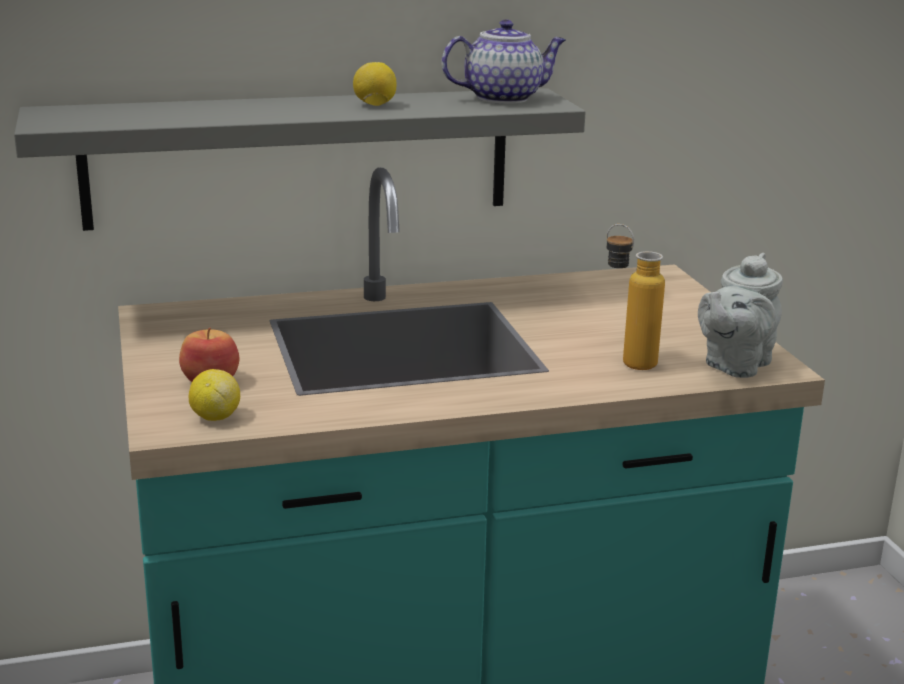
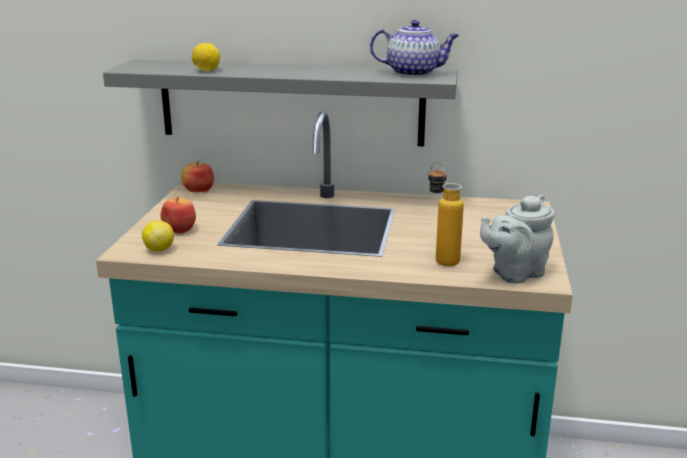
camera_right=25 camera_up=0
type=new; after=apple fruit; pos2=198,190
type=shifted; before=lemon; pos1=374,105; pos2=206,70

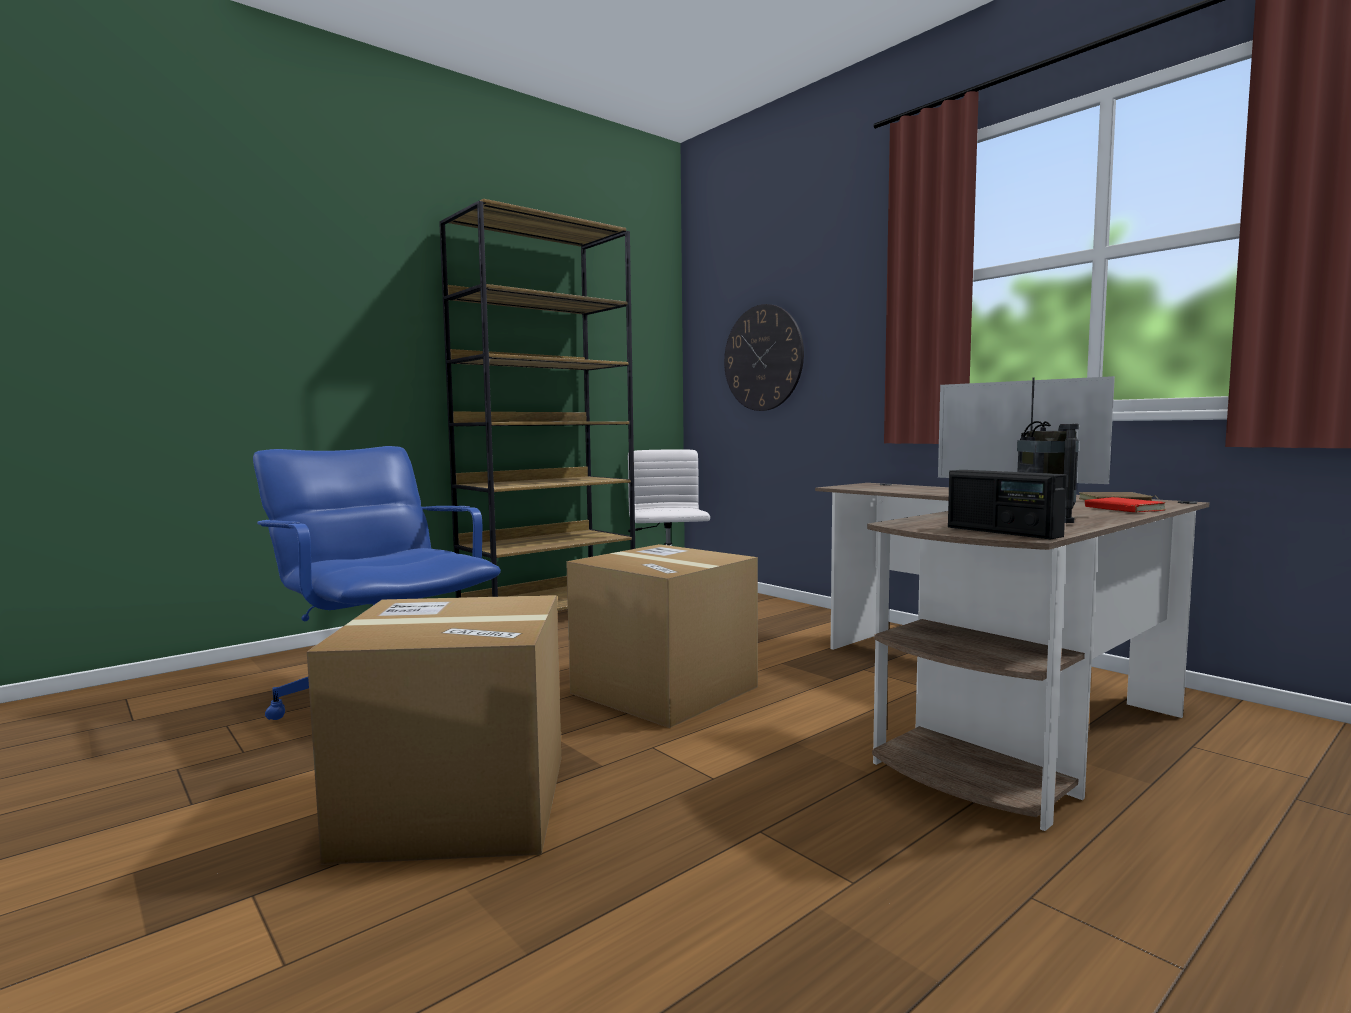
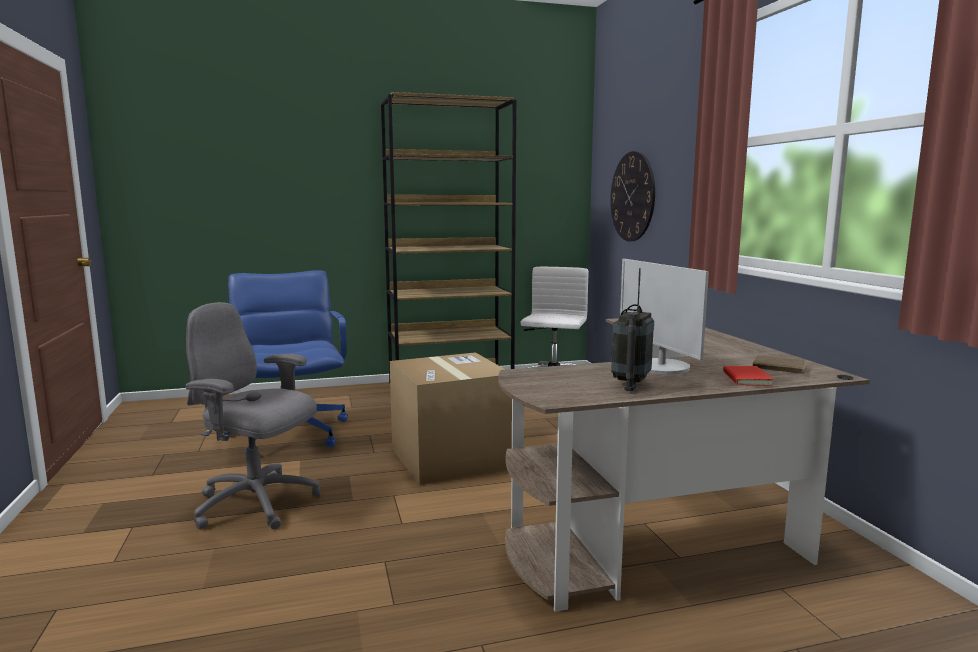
camera_right=25 camera_up=5
type=gone; before=radio receiver; pos1=1002,532
type=swapped; before=packing box; after=computer chair (gray); pos1=457,804; pos2=257,504

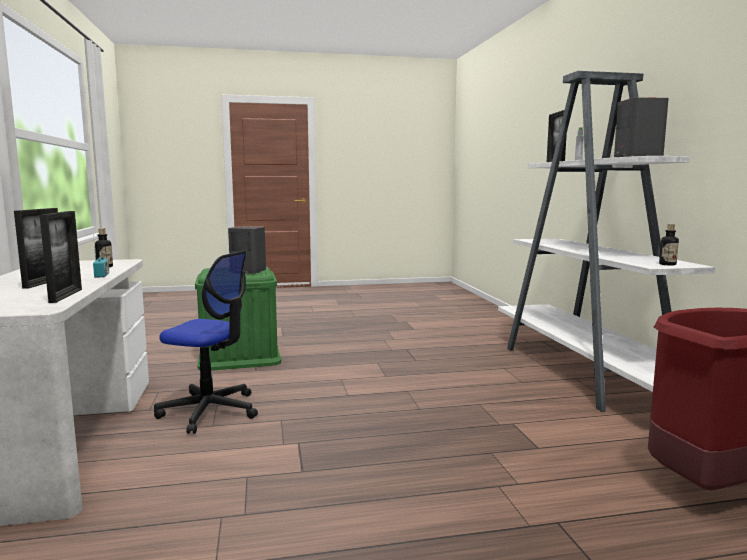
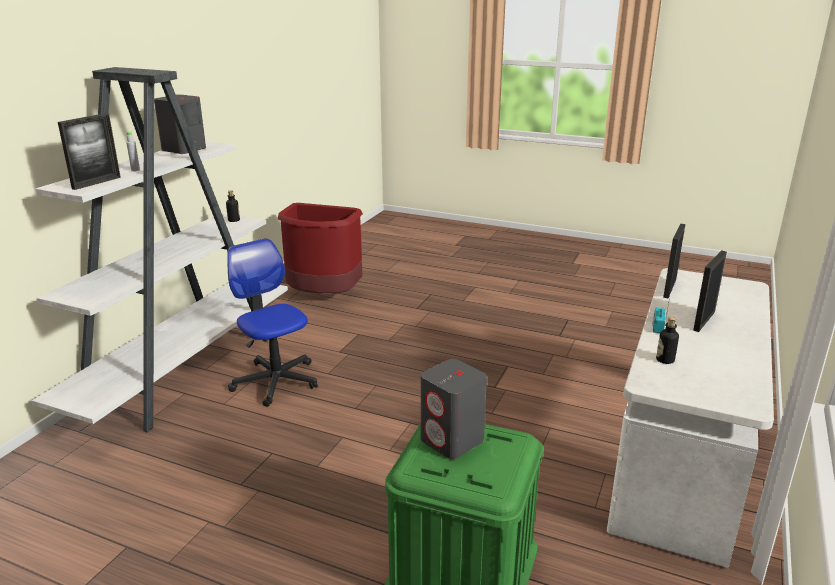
camera_right=-145 camera_up=15
type=shifted; before=computer chair; pos1=210,411; pos2=276,381

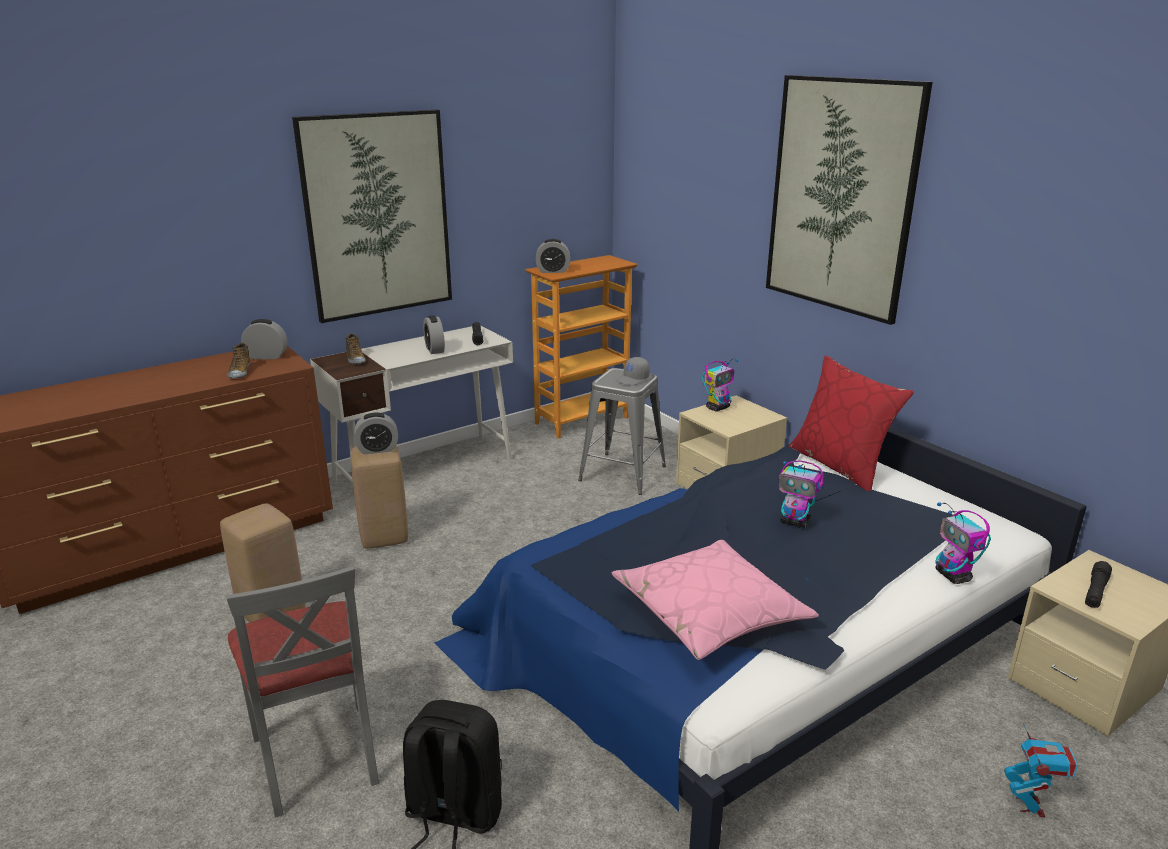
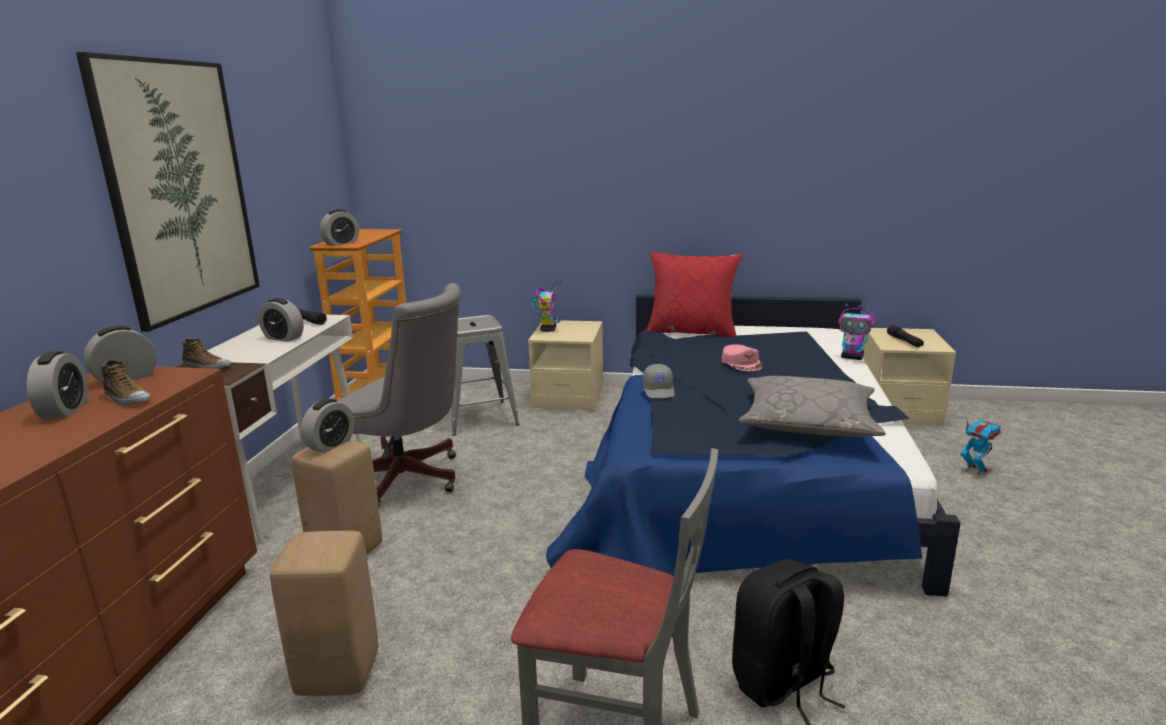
camera_right=-45 camera_up=-5
type=gone; before=picture; pos1=841,197
type=new; after=bedside clock; pos2=65,410
type=new; after=computer chair (gray); pos2=408,481
type=shifted; before=cap (gray); pos1=633,379; pos2=659,391
type=swapped; before=toy robot; after=cap (pinkish); pos1=795,522; pos2=742,363
type=repainted; before=throw pillow (pinkish); after=throw pillow (gray); pos1=710,612; pos2=808,422

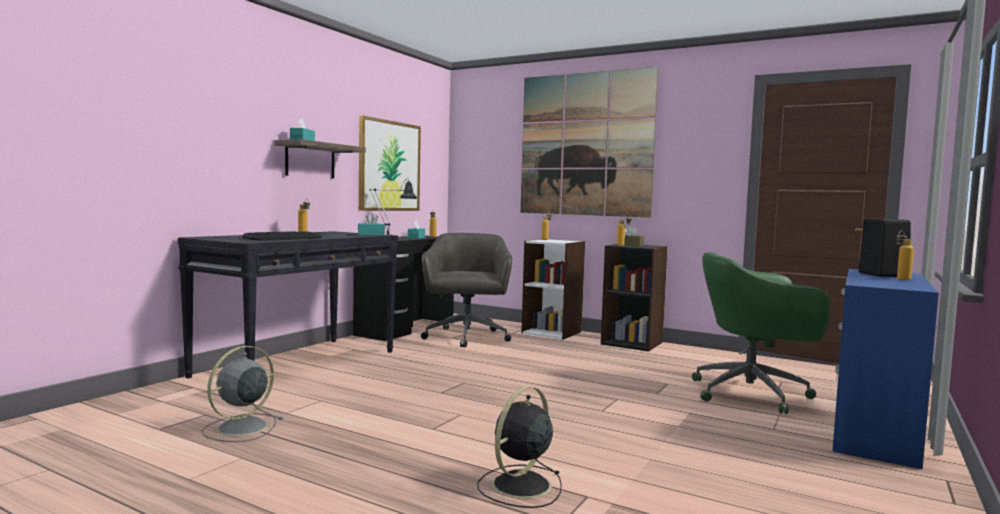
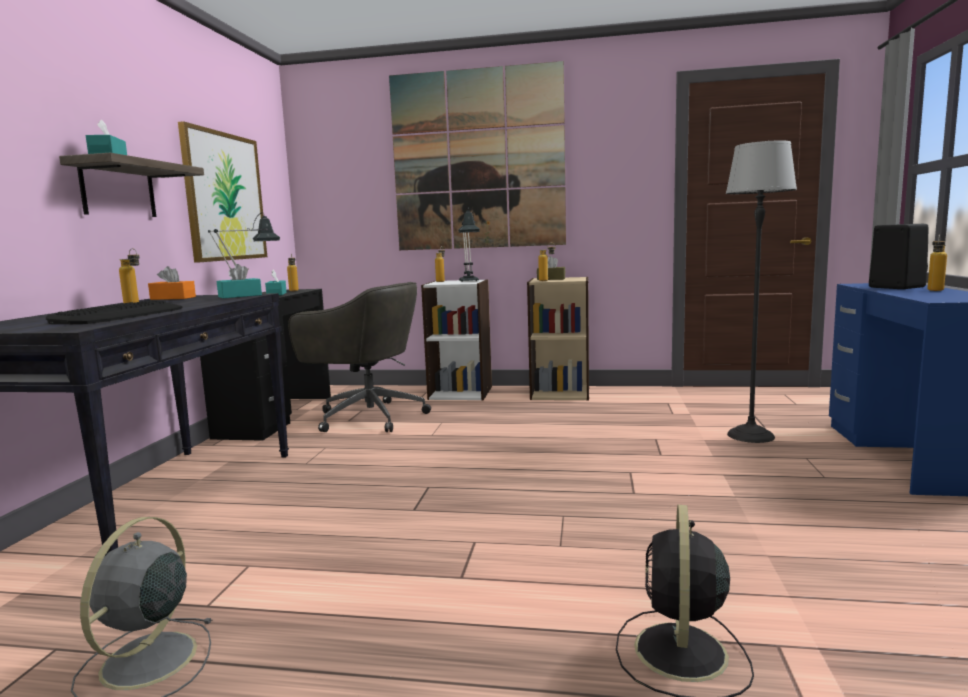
camera_right=-20 camera_up=5
type=new; after=box of tissues (orange); pos2=173,298
type=new; after=lamp for a table; pos2=469,281
type=swapped; before=computer chair (green); after=standing lamp; pos1=753,394; pos2=750,435
type=repainted; before=bookshelf (black); after=bookshelf (beige); pos1=632,343; pos2=560,392
type=rotated; before=computer chair (gray); pos1=466,338; pos2=367,417; turn=135

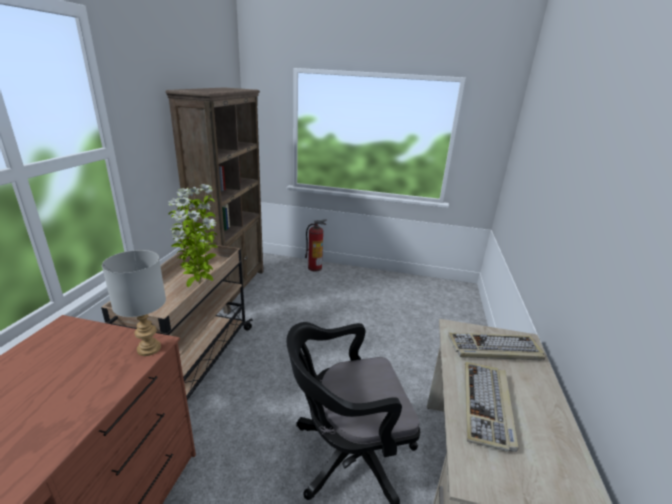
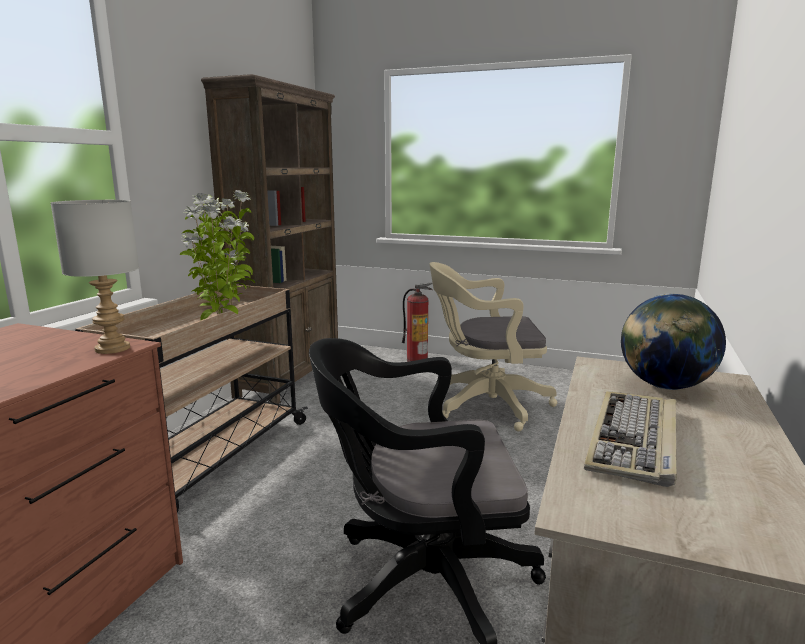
camera_right=10 camera_up=-10
type=new; after=computer chair (beige); pos2=485,405
type=swapped; before=computer keyboard; after=world globe; pos1=494,349; pos2=665,386

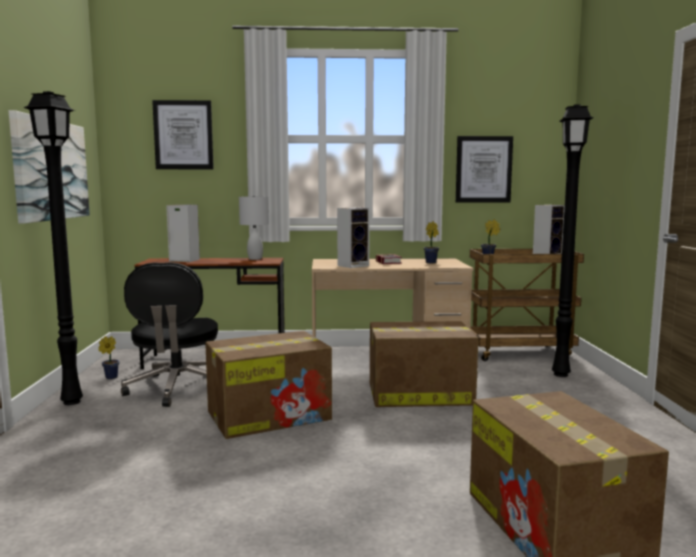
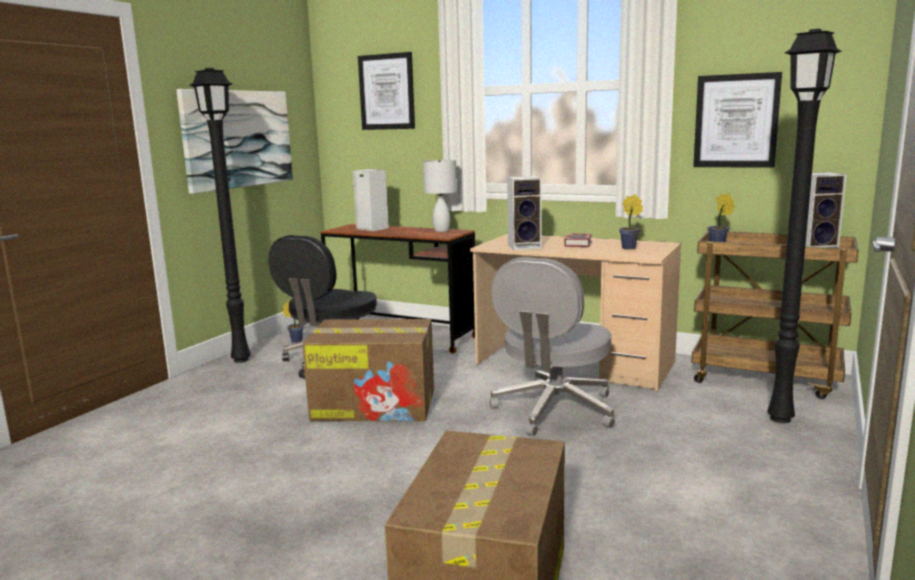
camera_right=30 camera_up=5
type=swapped; before=packing box; after=computer chair (gray); pos1=418,394; pos2=554,410

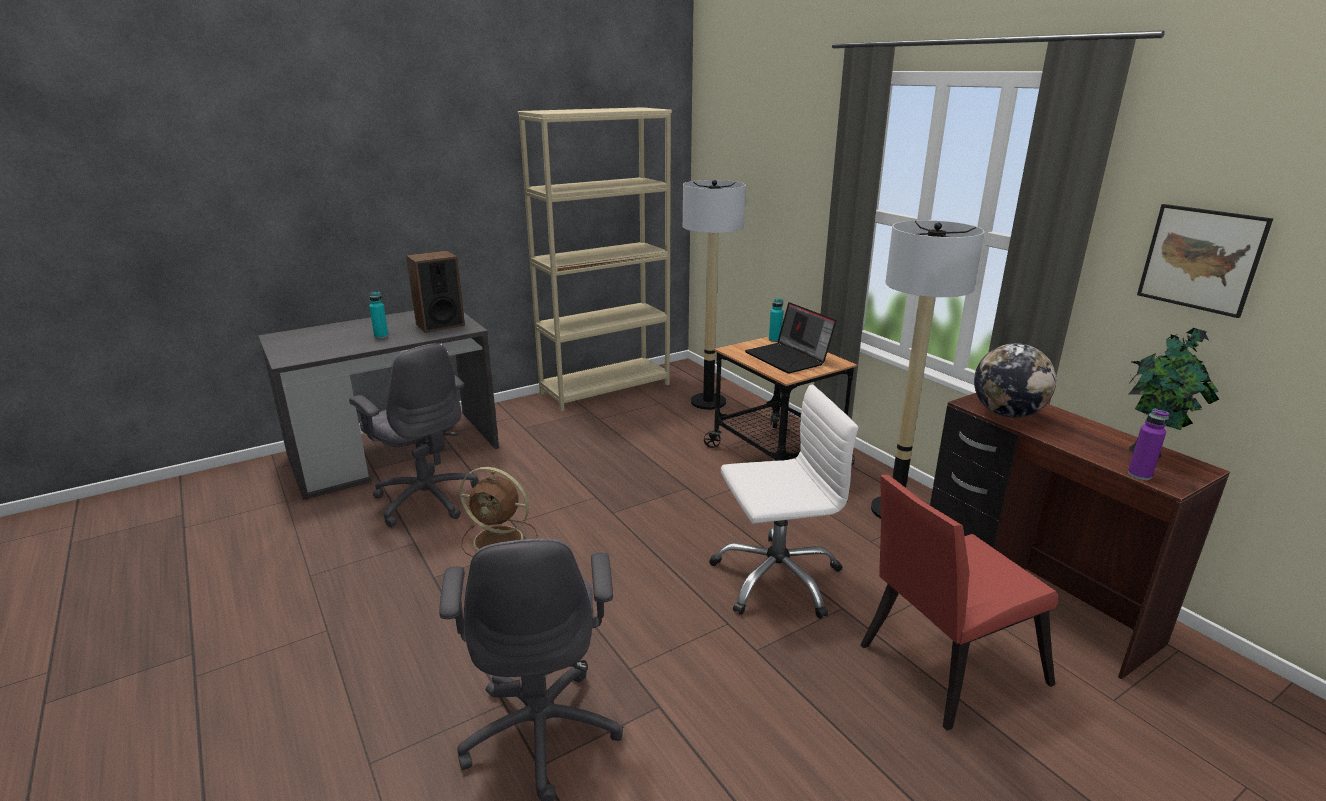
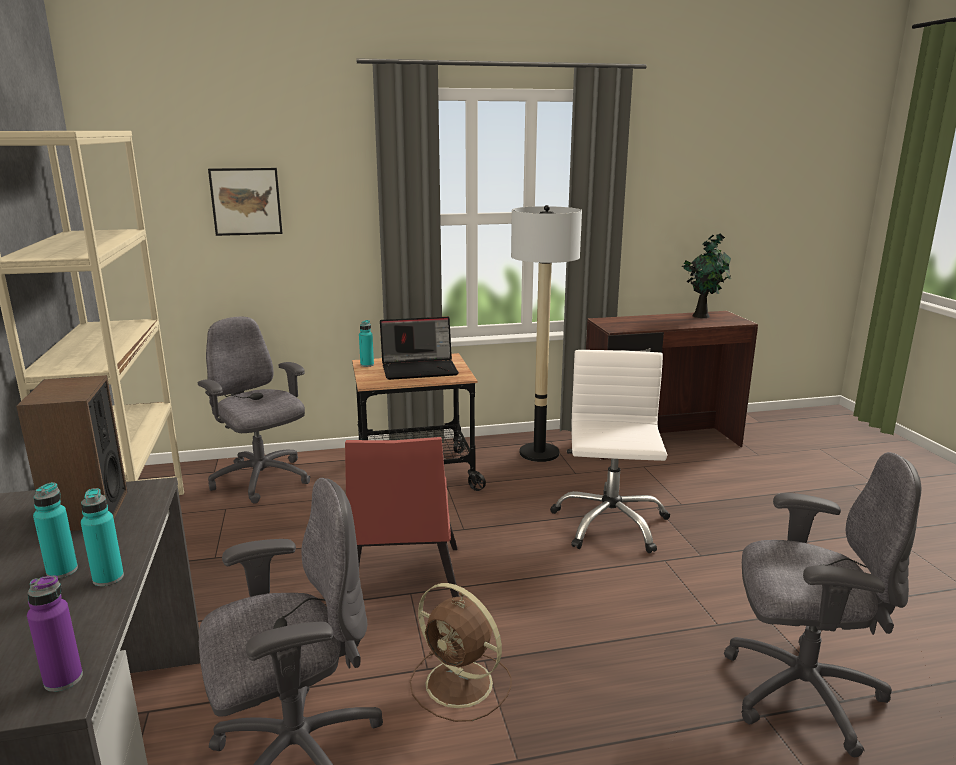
camera_right=-70 camera_up=-5
type=gone; before=world globe; pos1=1007,414
type=new; after=bottle (blue-green); pos2=108,578
type=shifted; before=plain chair (red); pos1=942,666; pos2=403,589
type=shifted; before=bottle (purple-coloured); pos1=1139,475; pos2=63,679
type=shifted; before=picture; pos1=1201,259; pos2=246,201
type=swapped; before=standing lamp; after=computer chair (gray); pos1=708,402; pos2=261,480
type=rotated; before=cooling fan (brown-coloured); pos1=500,540; pos2=461,685; turn=90

